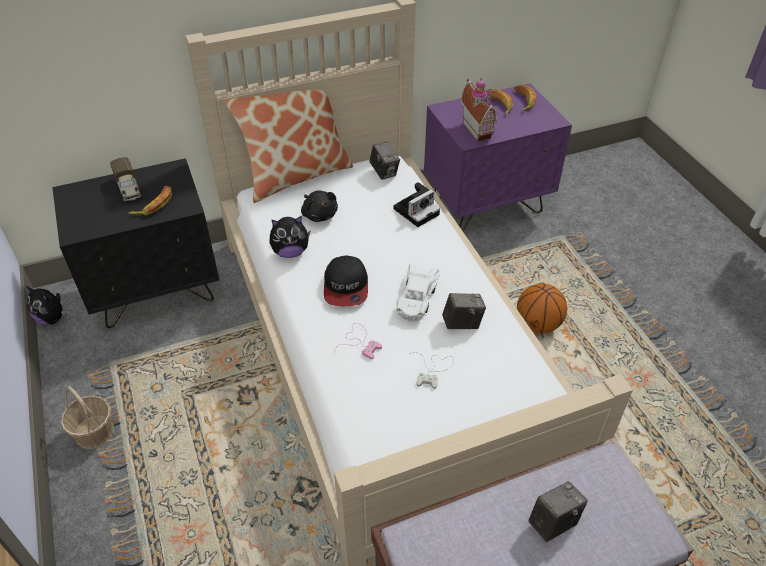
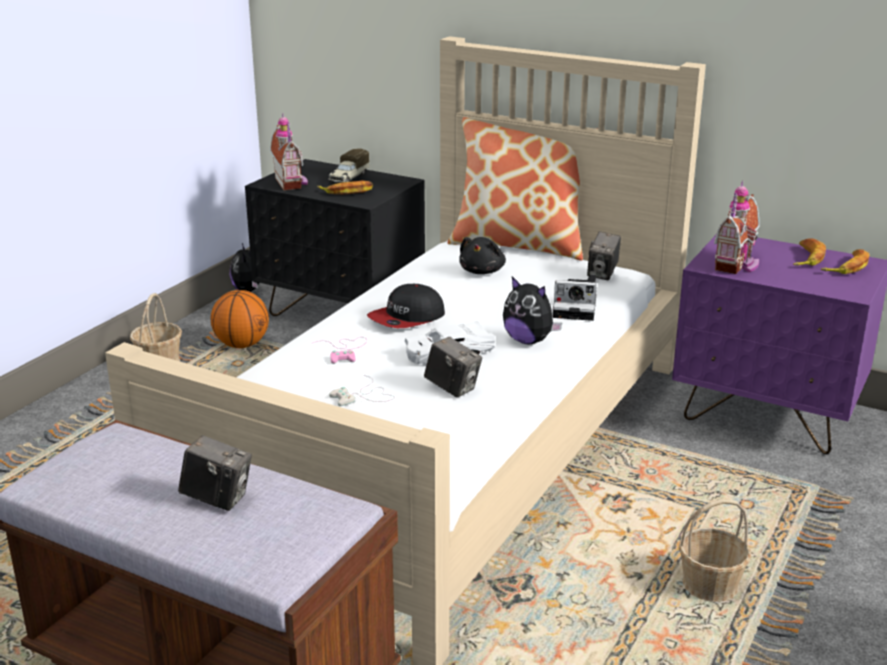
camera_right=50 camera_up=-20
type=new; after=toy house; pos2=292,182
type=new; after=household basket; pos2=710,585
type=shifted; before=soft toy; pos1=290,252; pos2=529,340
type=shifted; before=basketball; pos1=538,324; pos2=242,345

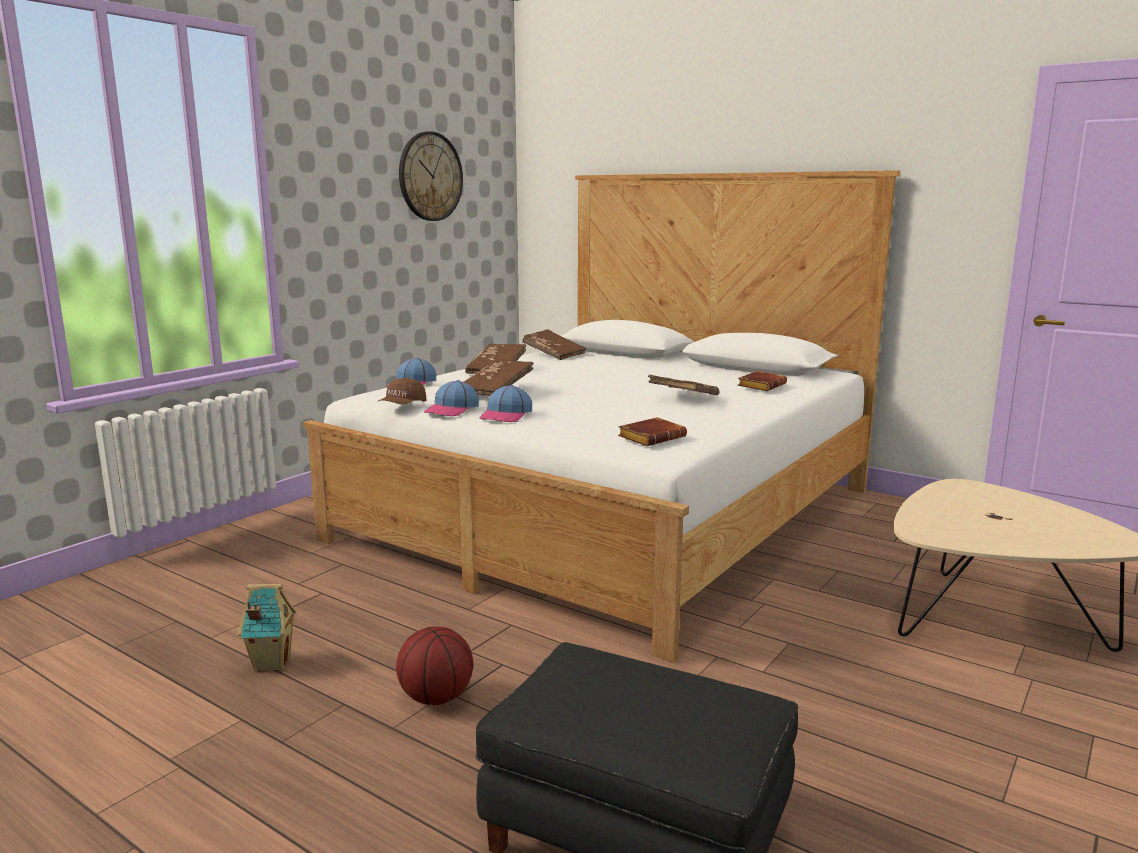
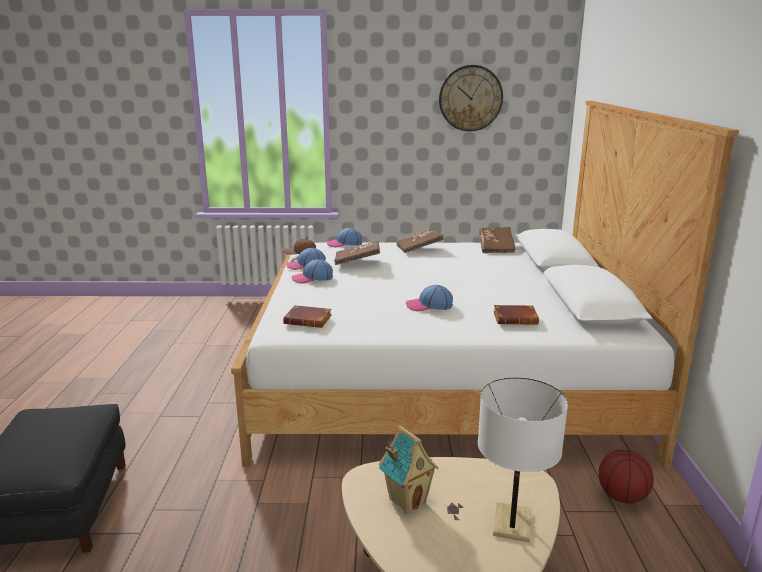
camera_right=55 camera_up=5
type=new; after=lamp for a table (white); pos2=512,523
type=shifted; before=toy house; pos1=271,663; pos2=407,500
type=shifted; before=basketball; pos1=436,697; pos2=622,497
type=swapped; before=bound book (brown-coloured); after=cap; pos1=683,398; pos2=429,305

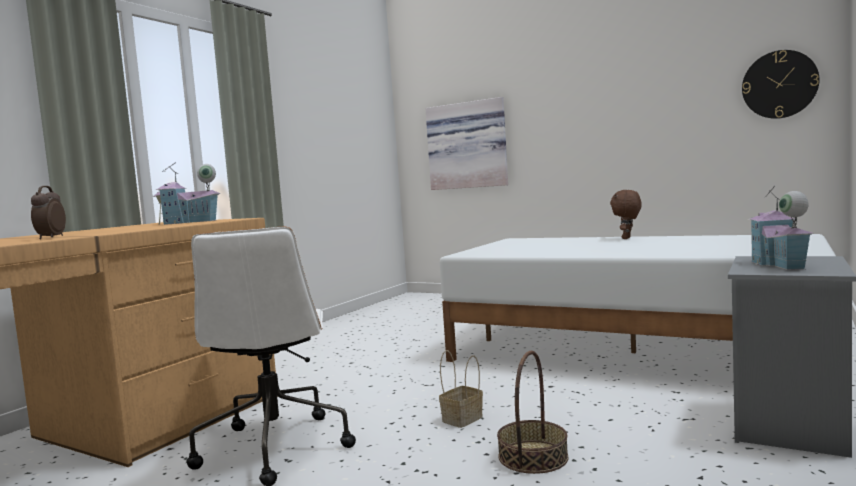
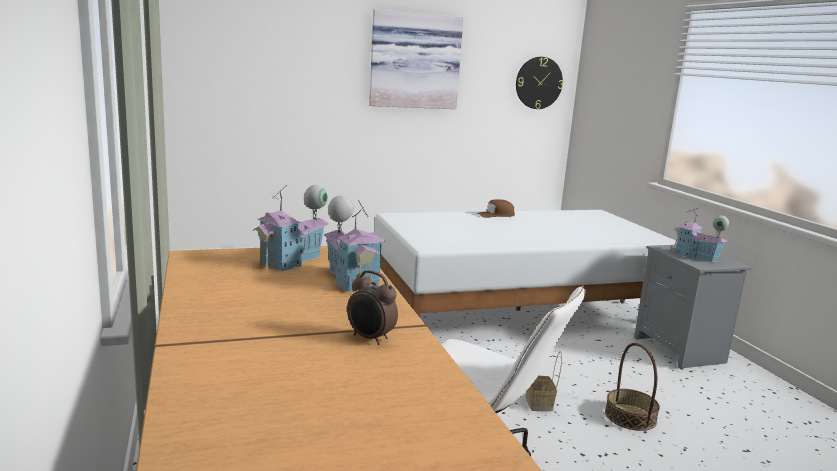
camera_right=-50 camera_up=10
type=new; after=toy house; pos2=351,280
type=shifted; before=picture; pos1=468,145; pos2=414,61
type=swapped; before=soft toy (brown-coloured); after=cap (brown-coloured); pos1=627,238; pos2=496,215

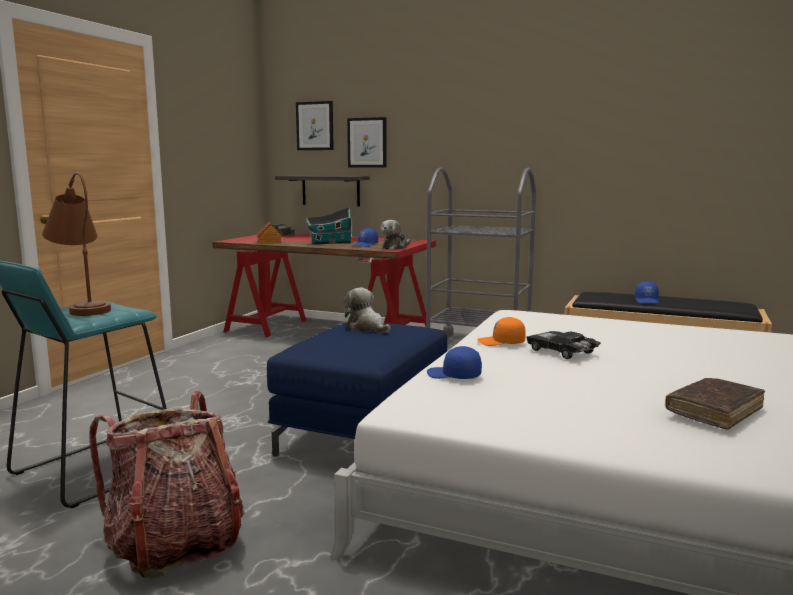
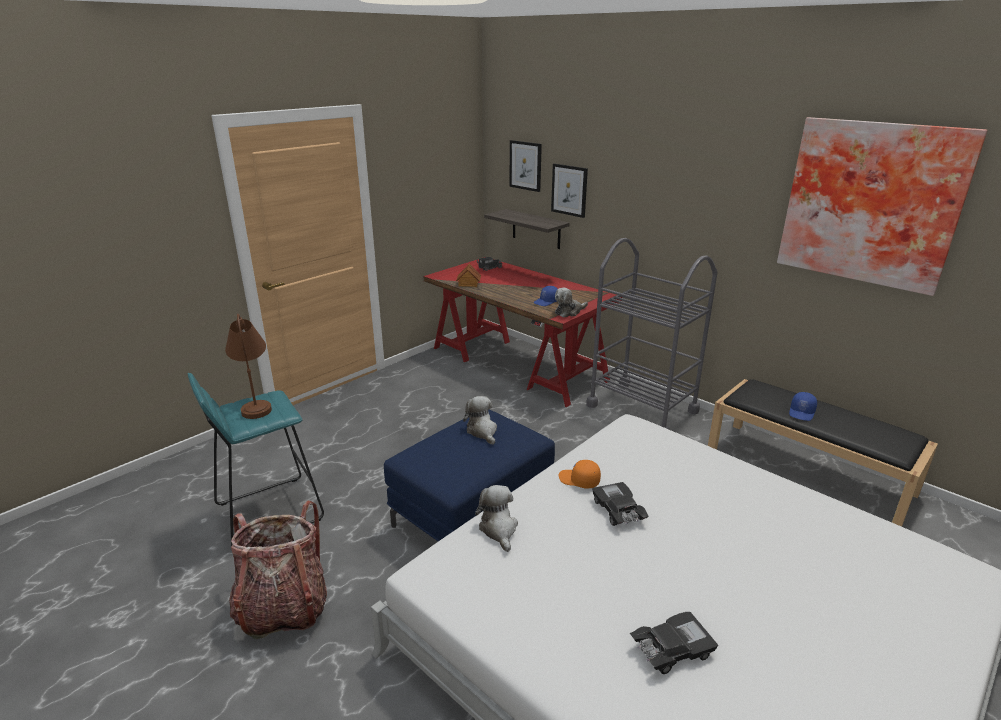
camera_right=20 camera_up=15
type=gone; before=toy house; pos1=329,243
type=new; after=picture; pos2=871,203
type=swapped; before=cap (blue-coloured); after=soft toy; pos1=453,376; pos2=498,529
type=swapped; before=bound book (brown-coloured); after=model car (black); pos1=714,411; pos2=671,649

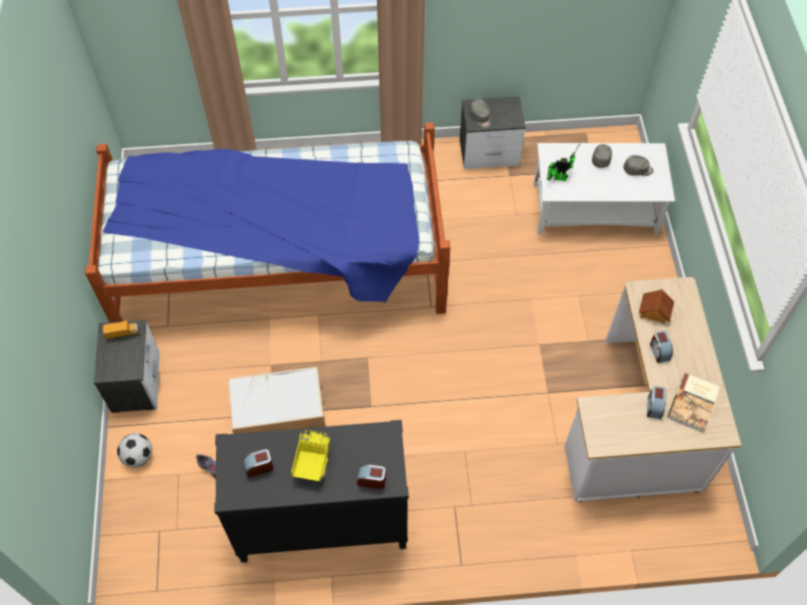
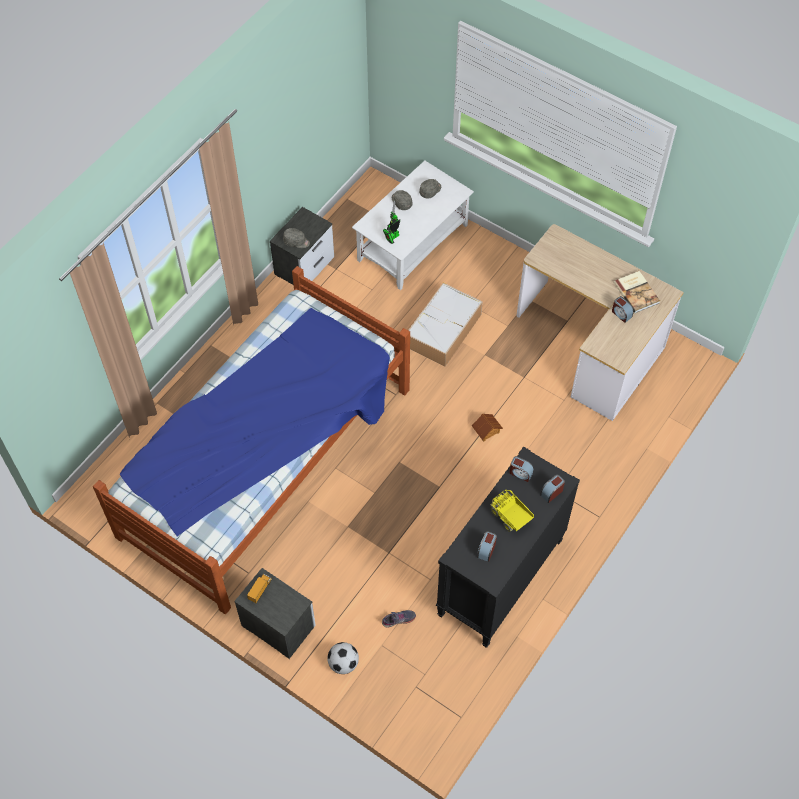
camera_right=-50 camera_up=0
type=shifted; before=storage bin; pos1=276,409; pos2=443,331
type=shifted; before=toy house; pos1=654,311; pos2=486,430
type=shifted; before=bedside clock; pos1=659,351; pos2=520,473

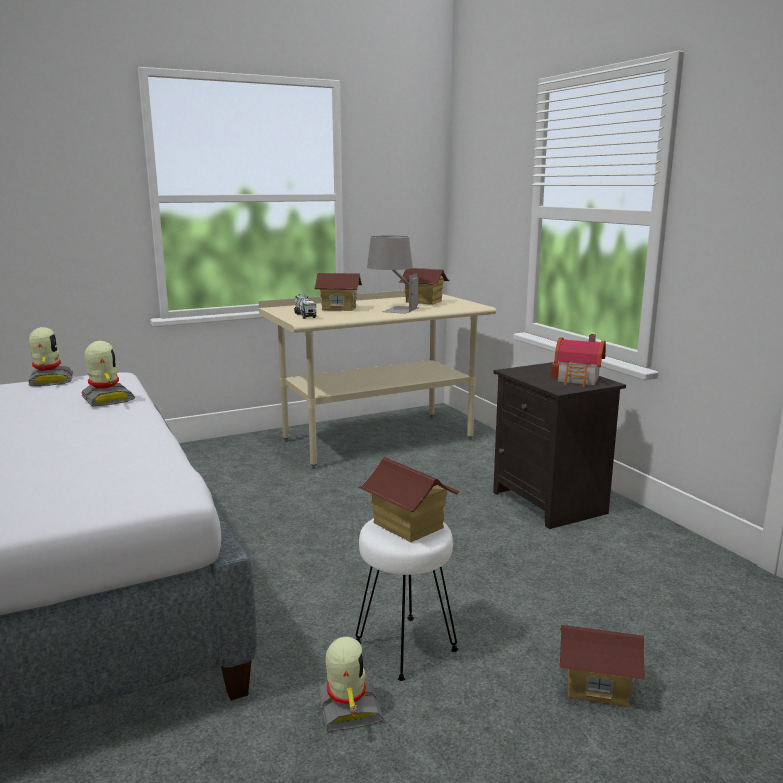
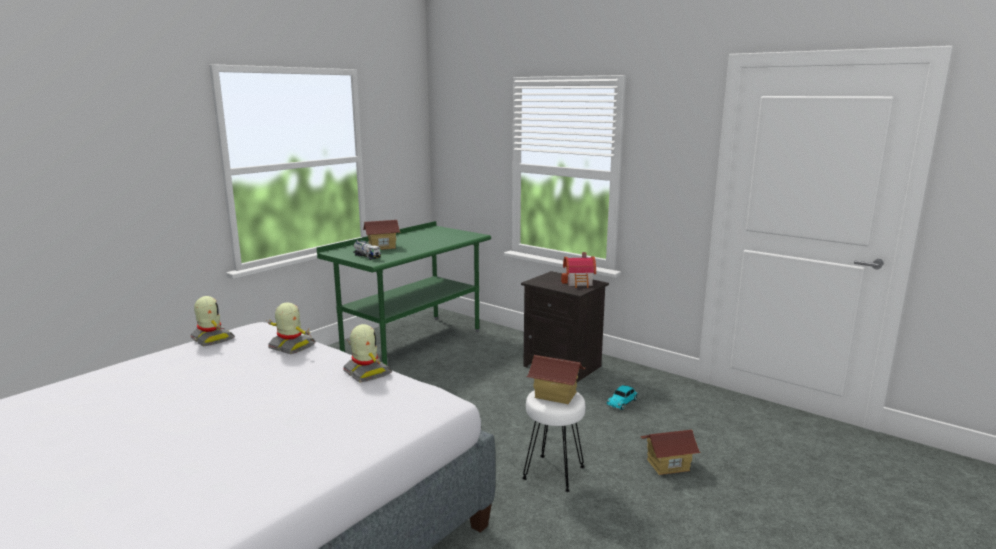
camera_right=-25 camera_up=0
type=gone; before=lamp for a table (gray); pos1=392,309
type=gone; before=toy house; pos1=423,302
type=new; after=model car; pos2=623,402
type=shifted; before=toy robot; pos1=348,709; pos2=366,373
type=repainted; before=desk unit (beige); after=desk unit (green); pos1=378,440; pos2=412,343

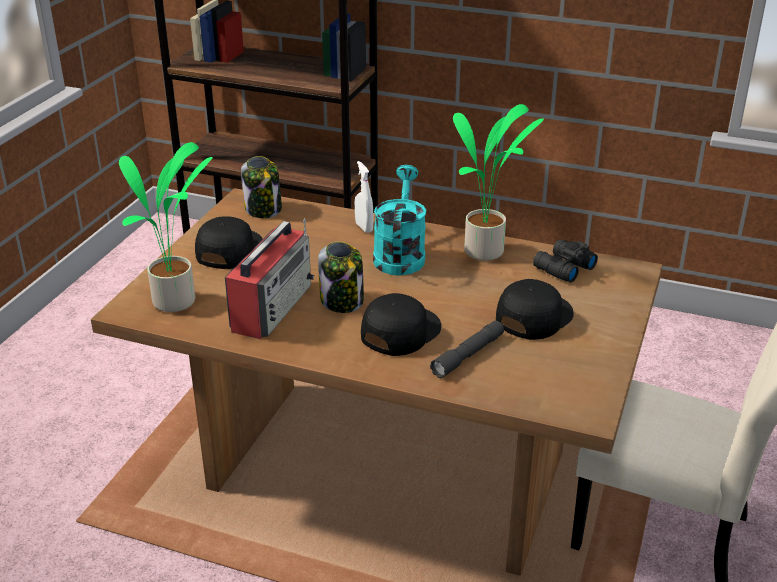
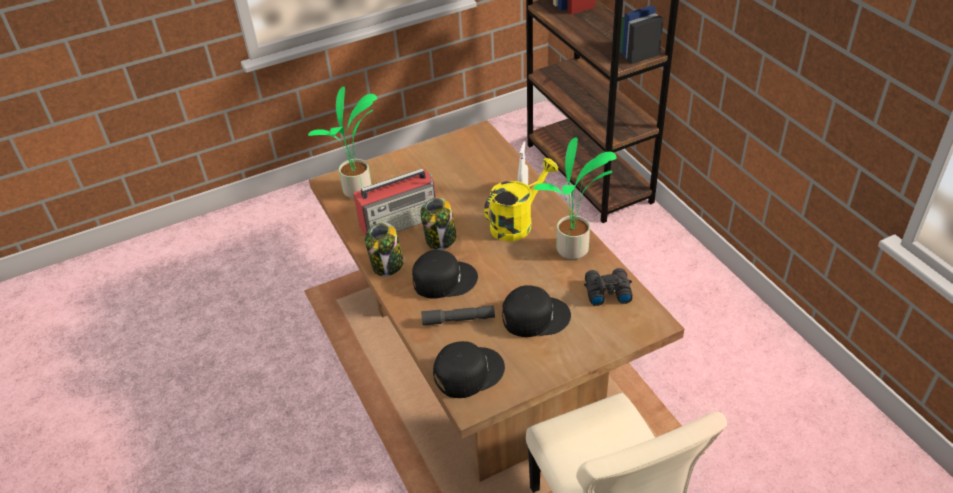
camera_right=45 camera_up=10
type=shifted; before=cap (black); pos1=228,250; pos2=467,372
type=shifted; before=storage jar; pos1=263,209; pos2=387,265
type=repainted; before=watering pot (blue-green); after=watering pot (yellowish); pos1=399,254; pos2=517,223

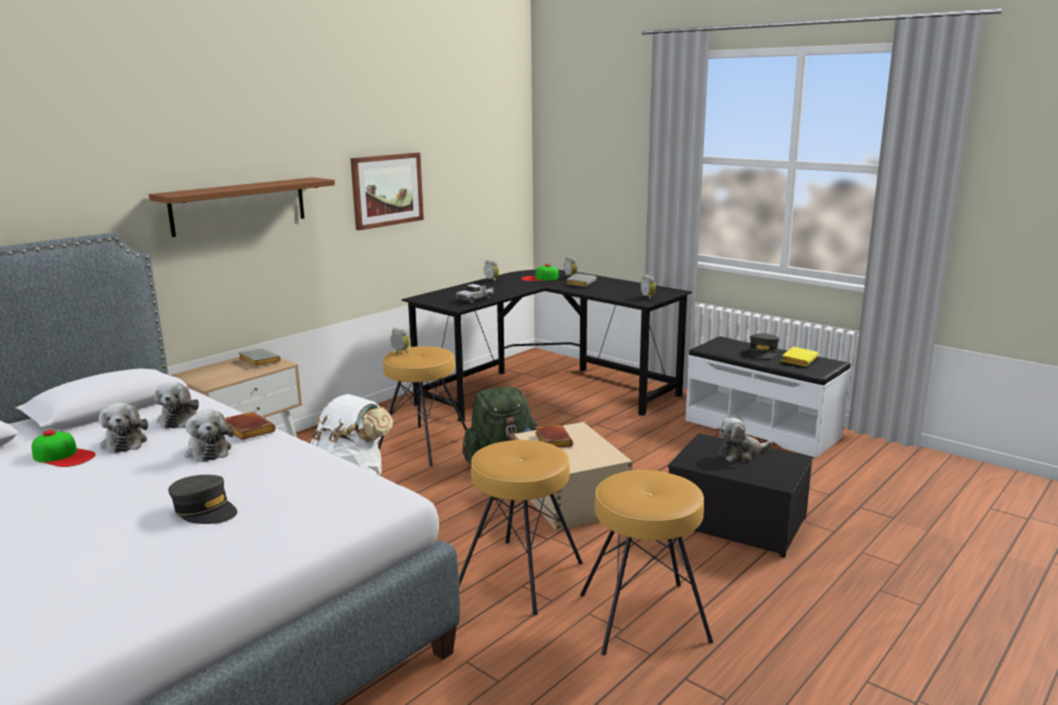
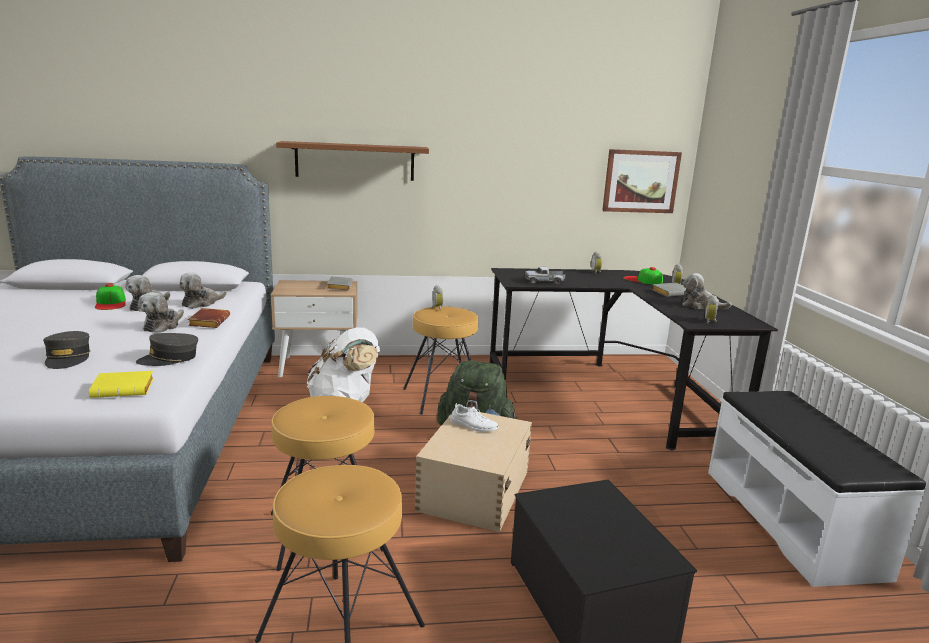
camera_right=40 camera_up=0
type=shifted; before=picture; pos1=387,190; pos2=640,181
type=shifted; before=soft toy; pos1=741,454; pos2=700,306
type=shifted; before=cap (gray); pos1=763,352; pos2=169,358
type=shifted; before=bound book (yellowish); pos1=798,360; pos2=125,389
type=swapped; before=bound book (brown-coloured); after=item of footwear (white); pos1=552,440; pos2=473,425

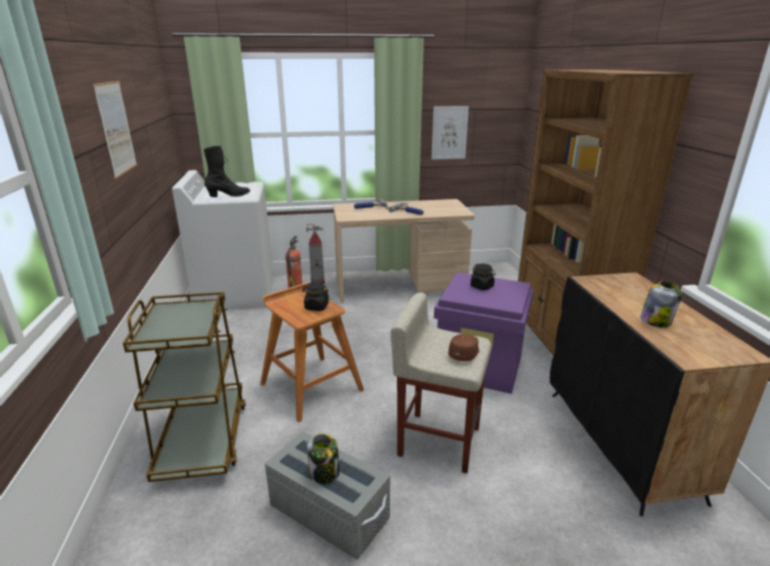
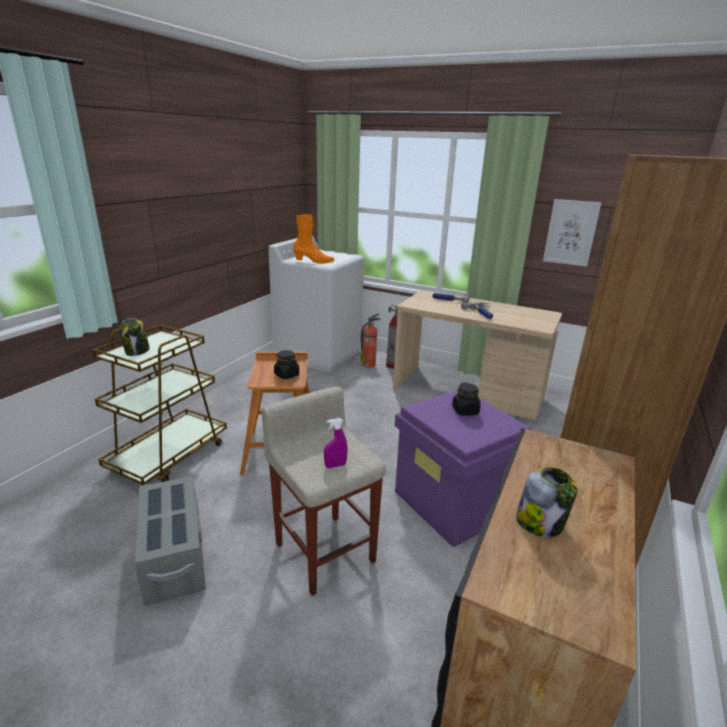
camera_right=35 camera_up=0
type=gone; before=picture; pos1=116,128
type=shifted; before=storage jar; pos1=325,472; pos2=137,351
type=swapped; before=cap (brown-coloured); after=hand sprayer (purple-coloured); pos1=465,353; pos2=335,465
type=repainted; before=high-top boot (black); after=high-top boot (orange); pos1=229,196; pos2=313,262

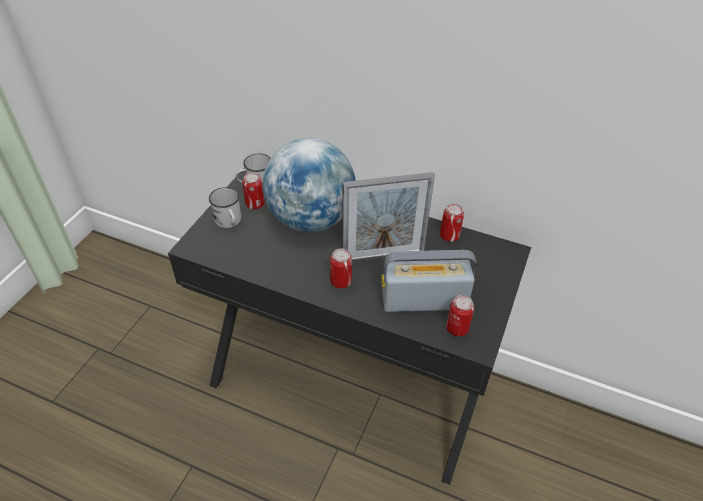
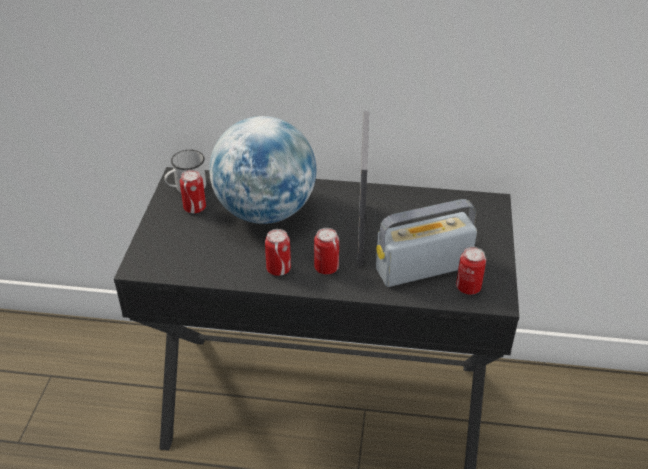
camera_right=-15 camera_up=-5
type=gone; before=mug (white); pos1=229,222
type=shifted; before=sealed can; pos1=449,236; pos2=278,269
type=rotated; before=picture frame; pos1=383,256; pos2=361,233; turn=120

